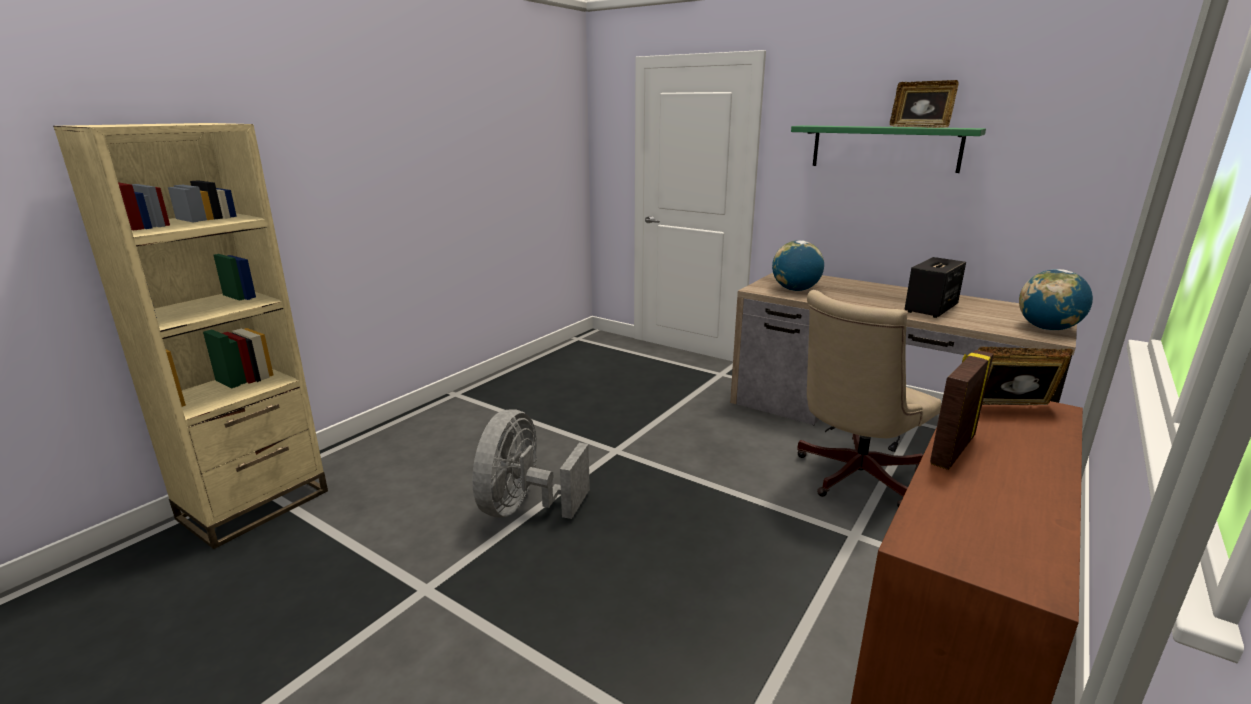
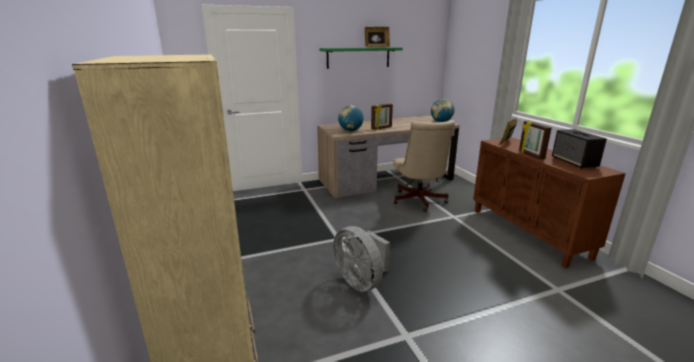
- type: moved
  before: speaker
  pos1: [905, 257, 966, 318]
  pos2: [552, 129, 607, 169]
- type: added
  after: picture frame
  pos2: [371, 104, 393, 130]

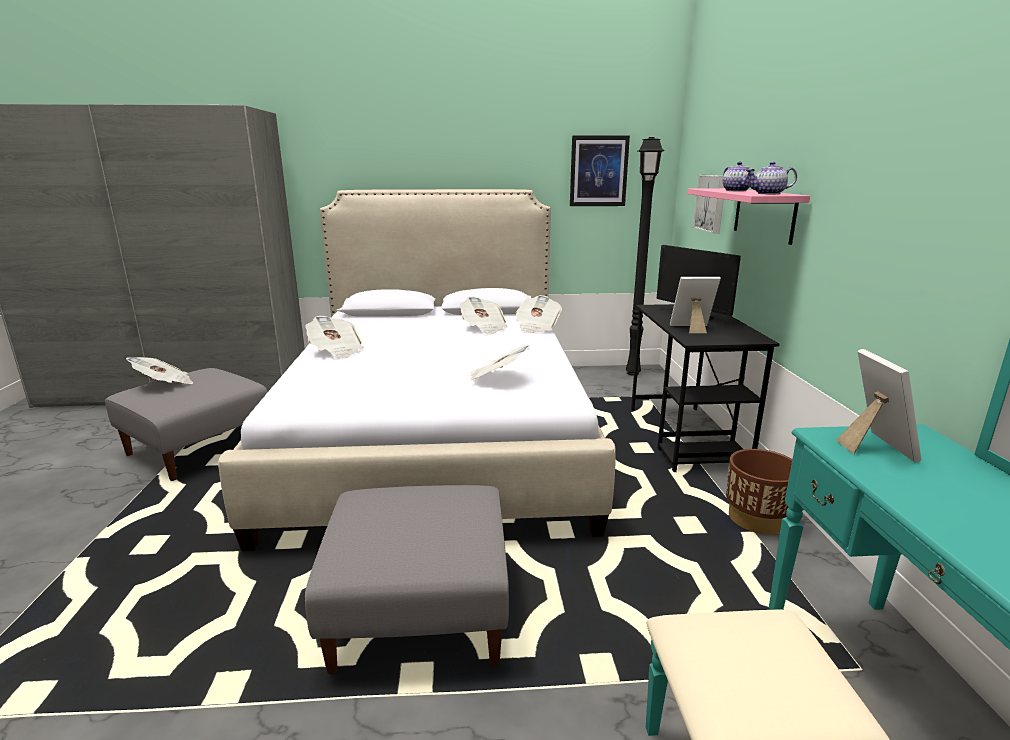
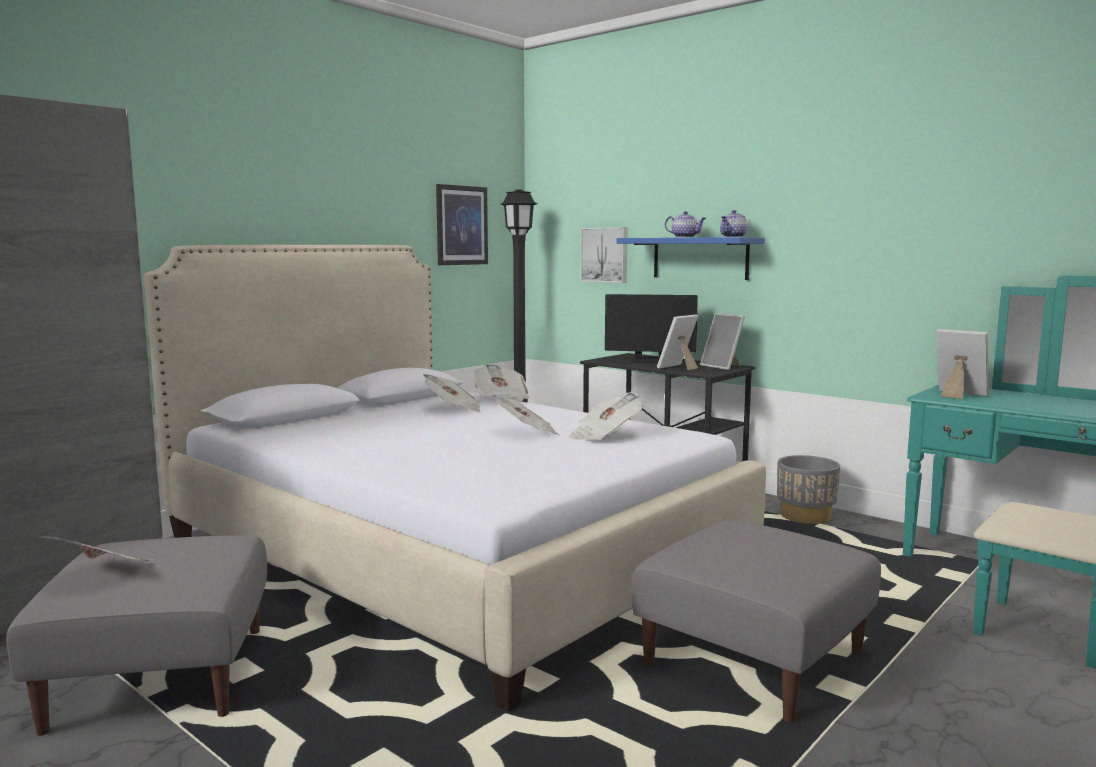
- type: moved
  before: printed paper
  pos1: [305, 316, 364, 359]
  pos2: [490, 394, 559, 435]
- type: recoloured
  before: wall shelf in pinkish
  after: wall shelf in blue
  pos1: [687, 188, 810, 245]
  pos2: [617, 237, 765, 280]
- type: recoloured
  before: planter in brown
  after: planter in grey
  pos1: [726, 449, 792, 534]
  pos2: [777, 455, 840, 524]
- type: added
  after: picture frame
  pos2: [700, 313, 745, 370]

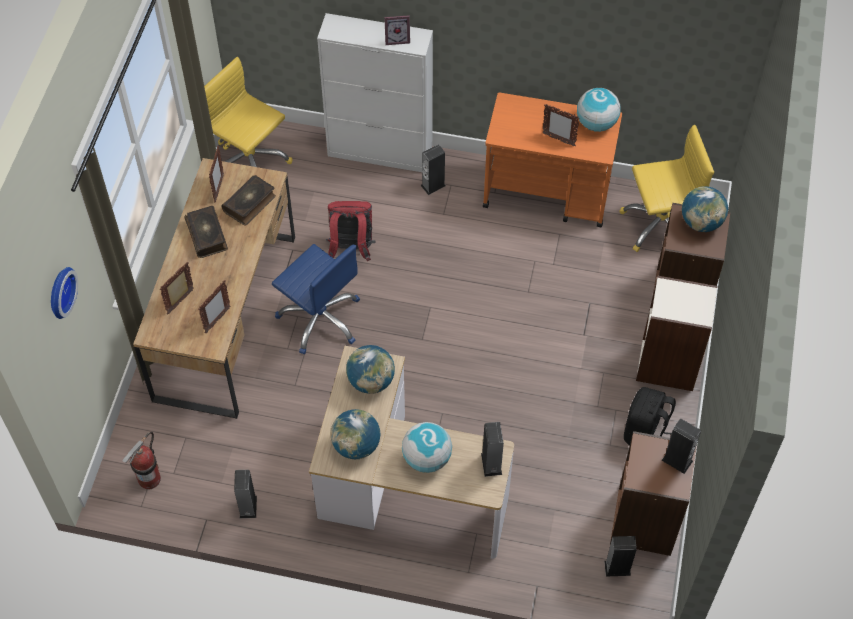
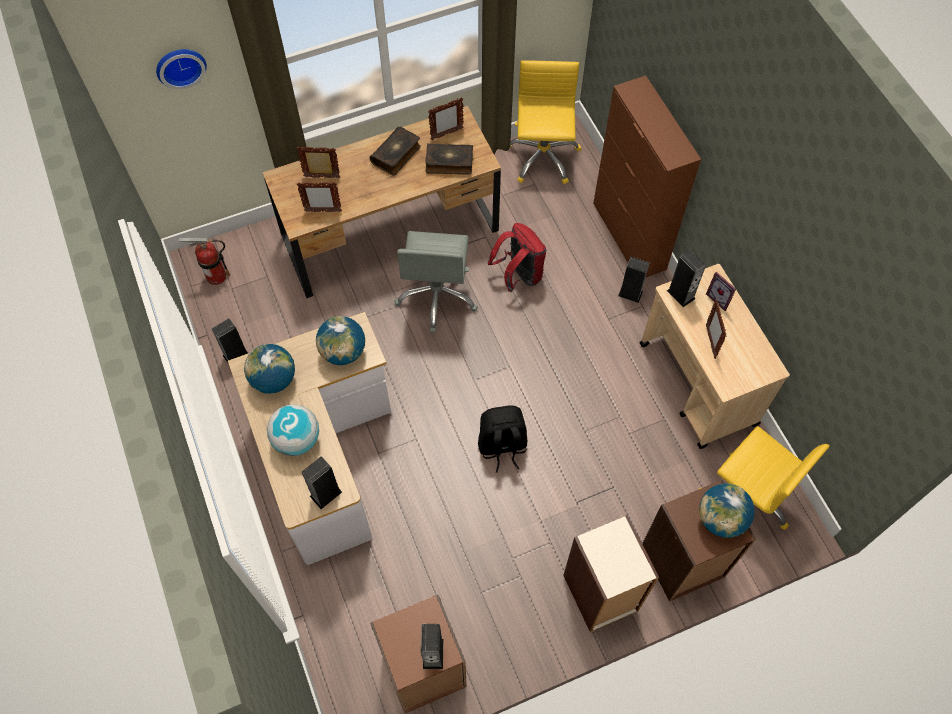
- type: recoloured
  before: office chair in blue
  after: office chair in grey
  pos1: [272, 244, 360, 354]
  pos2: [394, 231, 478, 333]
- type: recoloured
  before: storage cabinet in white
  after: storage cabinet in brown
  pos1: [317, 13, 433, 172]
  pos2: [593, 76, 701, 278]
- type: moved
  before: picture frame
  pos1: [384, 15, 410, 45]
  pos2: [706, 272, 736, 311]
- type: recoloured
  before: trolley in orange-coloured
  after: trolley in beige-coloured
  pos1: [483, 92, 622, 228]
  pos2: [640, 264, 790, 449]
- type: removed
  before: world globe
  pos1: [577, 88, 620, 132]
- type: moved
  before: speaker
  pos1: [604, 536, 637, 576]
  pos2: [667, 250, 706, 307]
- type: moved
  before: rucksack in blackish
  pos1: [624, 387, 676, 446]
  pos2: [478, 405, 527, 473]

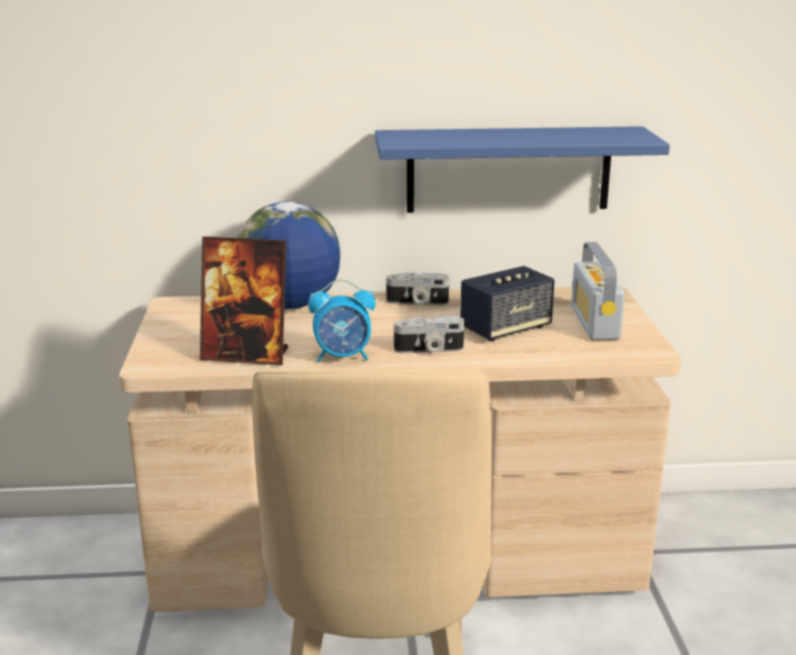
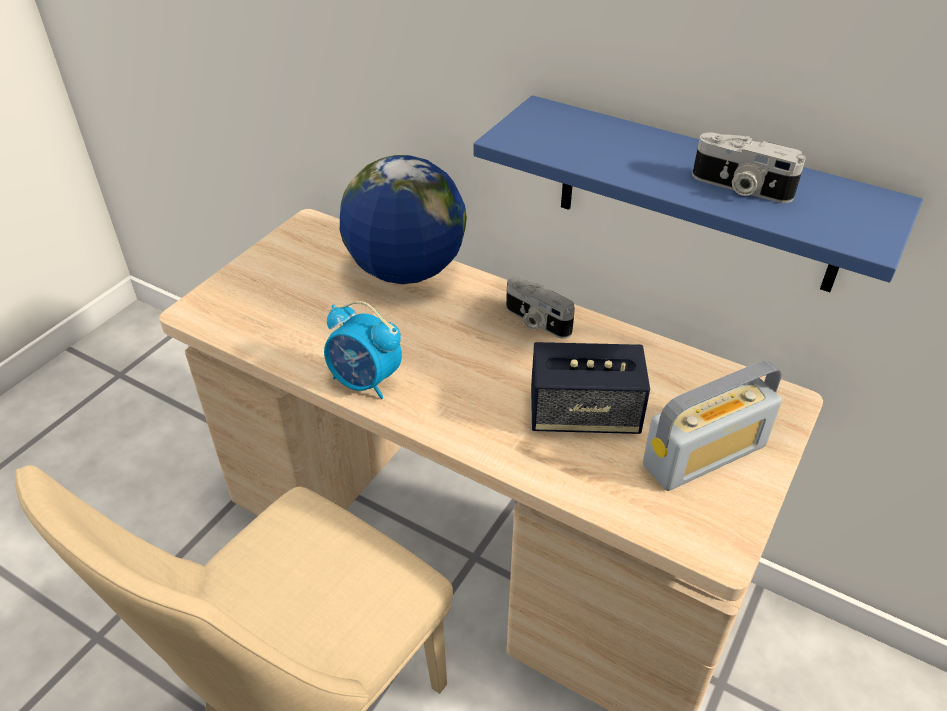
- type: removed
  before: picture frame
  pos1: [200, 236, 288, 365]
- type: moved
  before: still camera
  pos1: [394, 316, 464, 353]
  pos2: [692, 132, 806, 203]
- type: turned
  before: radio set
  pos1: [571, 242, 625, 340]
  pos2: [643, 360, 782, 491]
  turn: -150

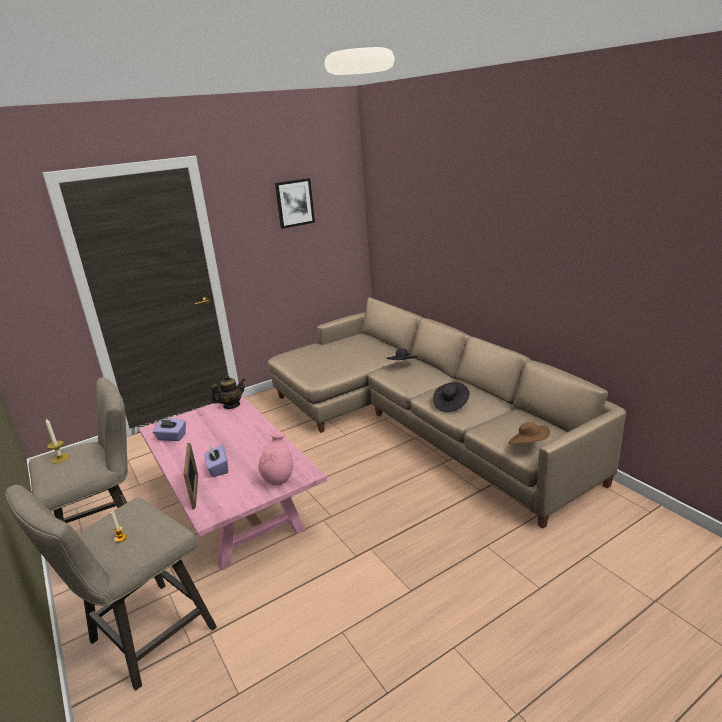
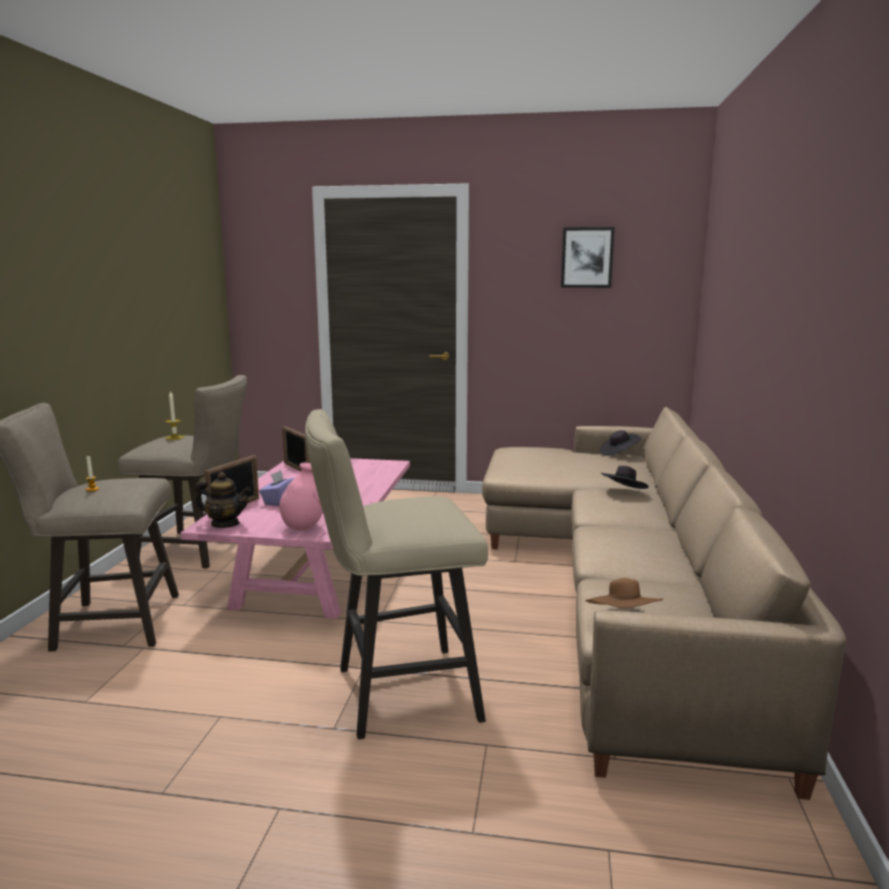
- type: replaced
  before: tissue holder in purplish
  after: picture frame
  pos1: [153, 418, 186, 441]
  pos2: [282, 426, 310, 472]
- type: moved
  before: tea pot
  pos1: [211, 375, 246, 409]
  pos2: [195, 472, 251, 528]
- type: moved
  before: hat in blackish
  pos1: [433, 382, 469, 412]
  pos2: [600, 430, 641, 456]
- type: added
  after: stool seat in beige-coloured
  pos2: [305, 409, 488, 739]

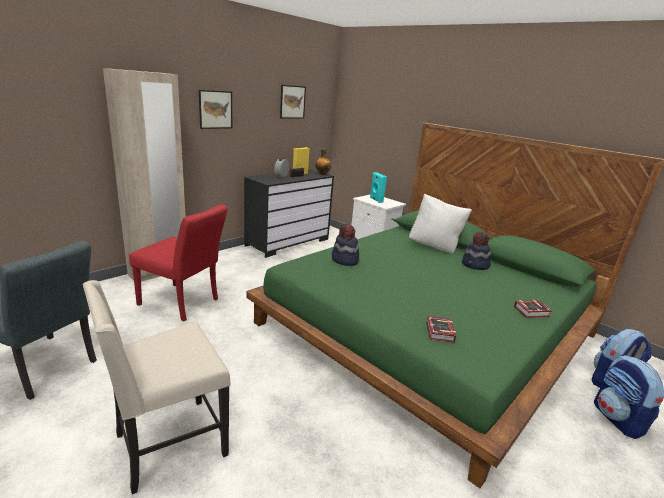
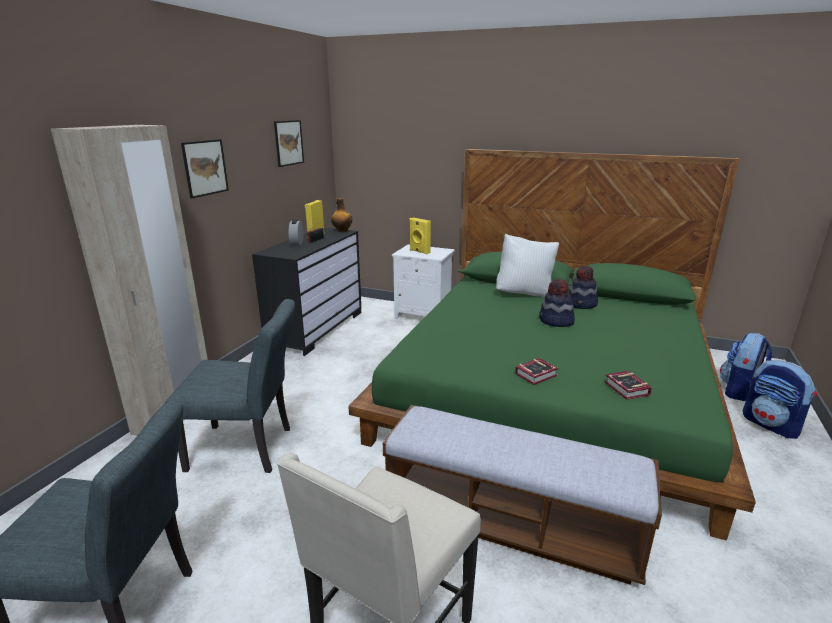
- type: recoloured
  before: plain chair in reddish
  after: plain chair in grey
  pos1: [129, 204, 228, 321]
  pos2: [165, 299, 295, 473]
- type: moved
  before: hat
  pos1: [332, 224, 359, 266]
  pos2: [539, 279, 575, 327]
- type: recoloured
  before: speaker in blue-green
  after: speaker in yellow-coloured
  pos1: [370, 172, 387, 203]
  pos2: [410, 218, 431, 254]
- type: moved
  before: bound book
  pos1: [514, 300, 552, 318]
  pos2: [515, 358, 559, 385]
- type: added
  after: long seat
  pos2: [383, 405, 662, 585]

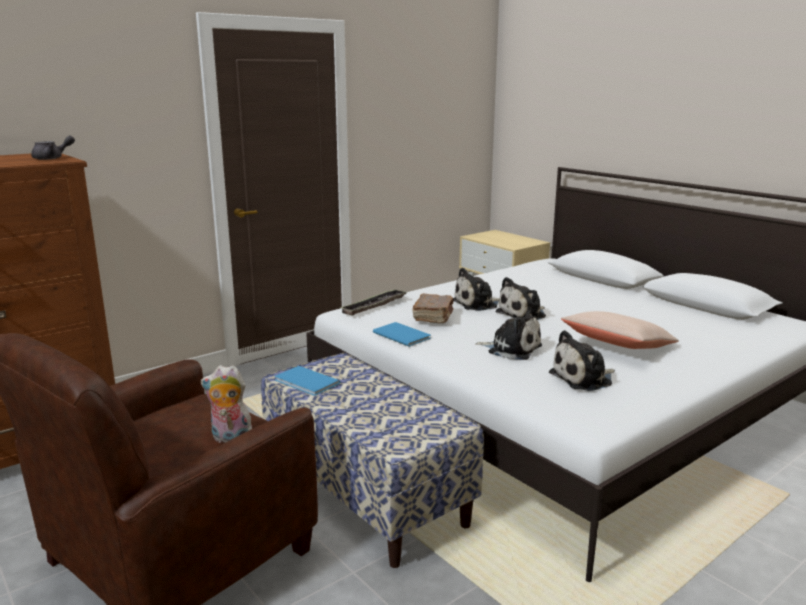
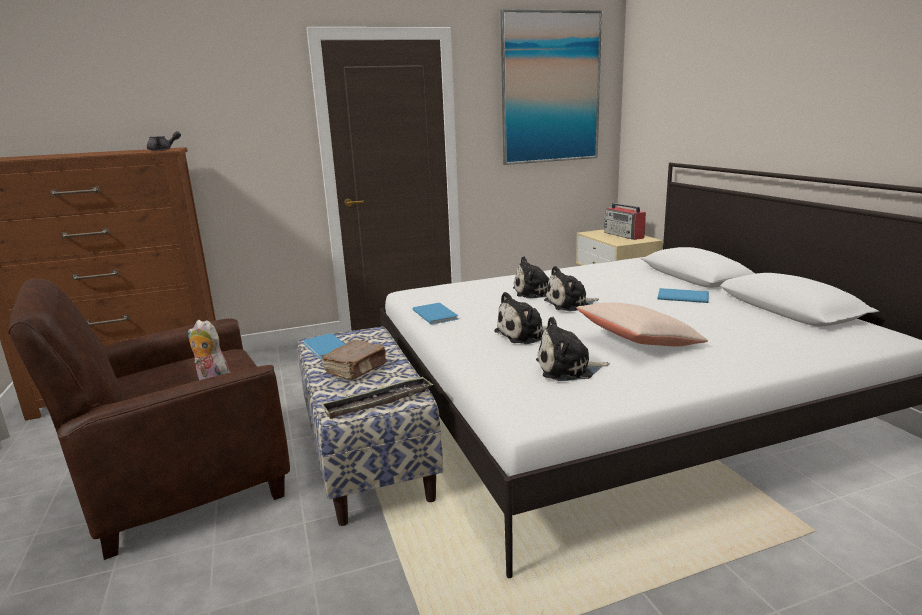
- type: moved
  before: carrying tray
  pos1: [340, 289, 406, 315]
  pos2: [320, 376, 433, 419]
- type: moved
  before: bound book in brown
  pos1: [412, 294, 453, 323]
  pos2: [322, 340, 387, 380]
- type: turned
  before: cuddly toy
  pos1: [475, 310, 542, 360]
  pos2: [494, 292, 548, 344]
  turn: 105
- type: added
  after: wall art
  pos2: [501, 9, 602, 165]
- type: added
  after: radio set
  pos2: [604, 203, 646, 240]
- type: added
  after: bound book in blue
  pos2: [658, 288, 709, 303]

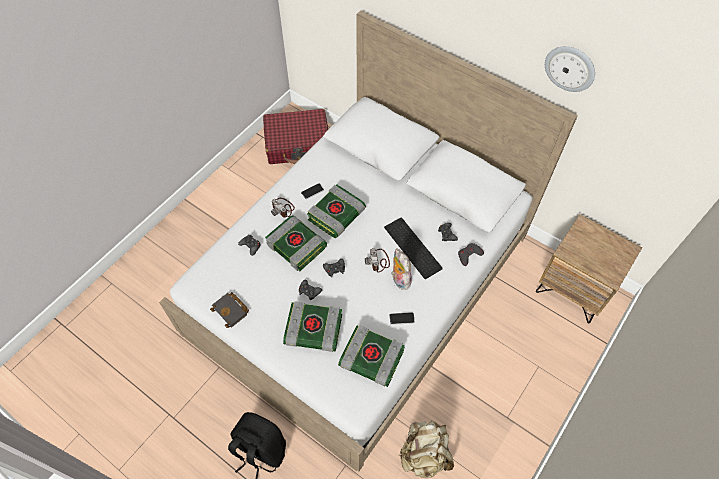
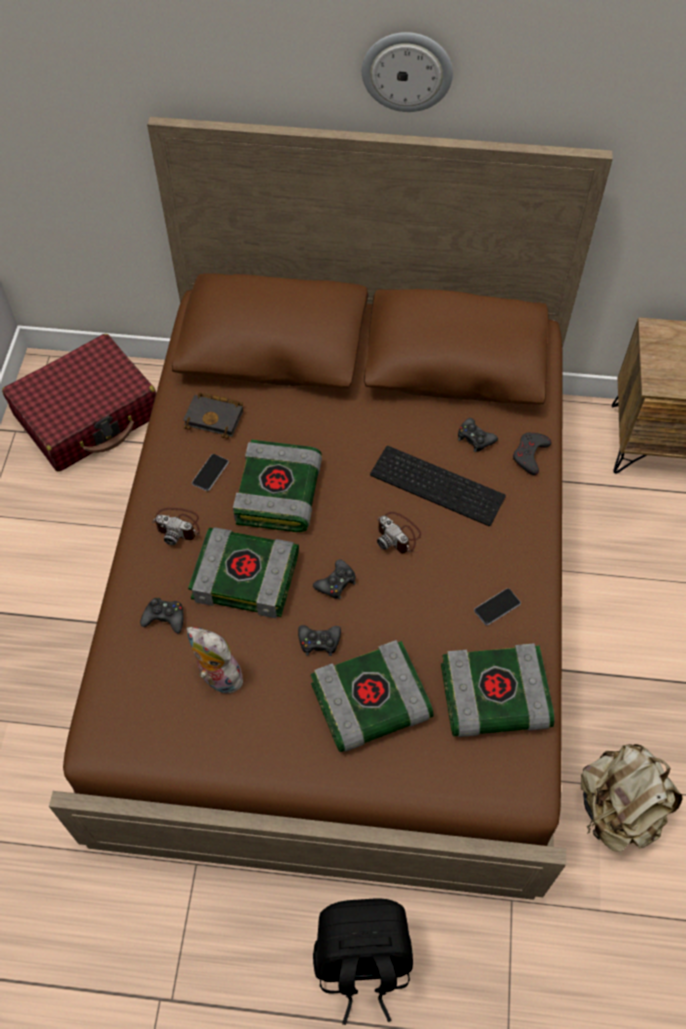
- type: recoloured
  before: bedroom bed in white
  after: bedroom bed in brown
  pos1: [159, 11, 578, 471]
  pos2: [49, 117, 613, 900]
- type: moved
  before: bound book in blackish
  pos1: [210, 292, 249, 328]
  pos2: [183, 392, 243, 439]
- type: moved
  before: cuddly toy
  pos1: [391, 248, 412, 290]
  pos2: [187, 627, 245, 694]
- type: moved
  before: clock on the wall
  pos1: [545, 46, 595, 92]
  pos2: [362, 32, 453, 112]

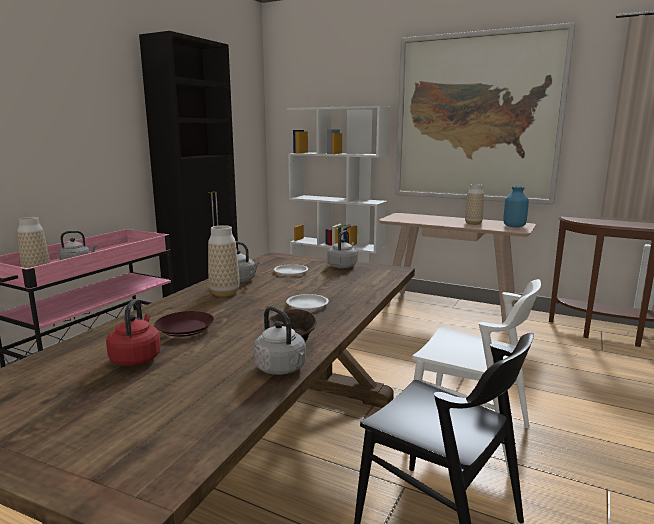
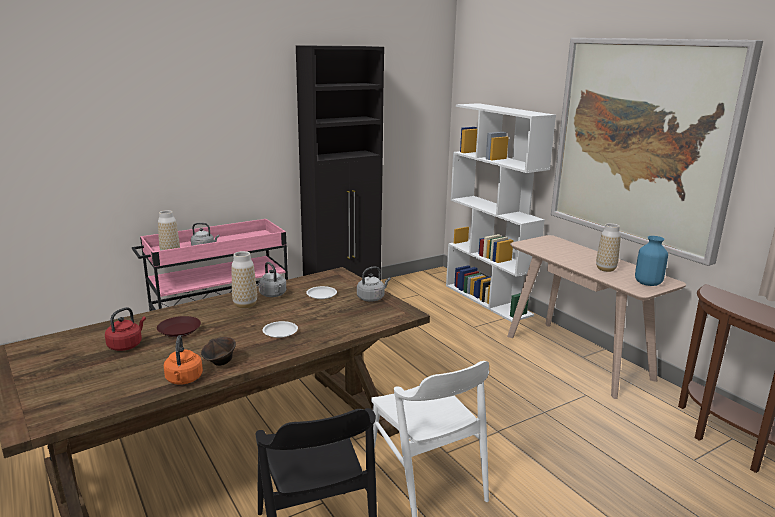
- type: recoloured
  before: water kettle in grey
  after: water kettle in orange-coloured
  pos1: [253, 306, 306, 375]
  pos2: [164, 335, 203, 385]

